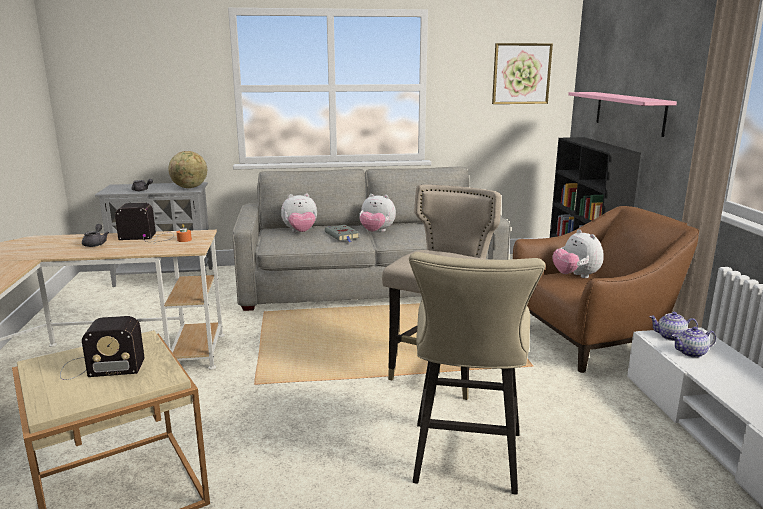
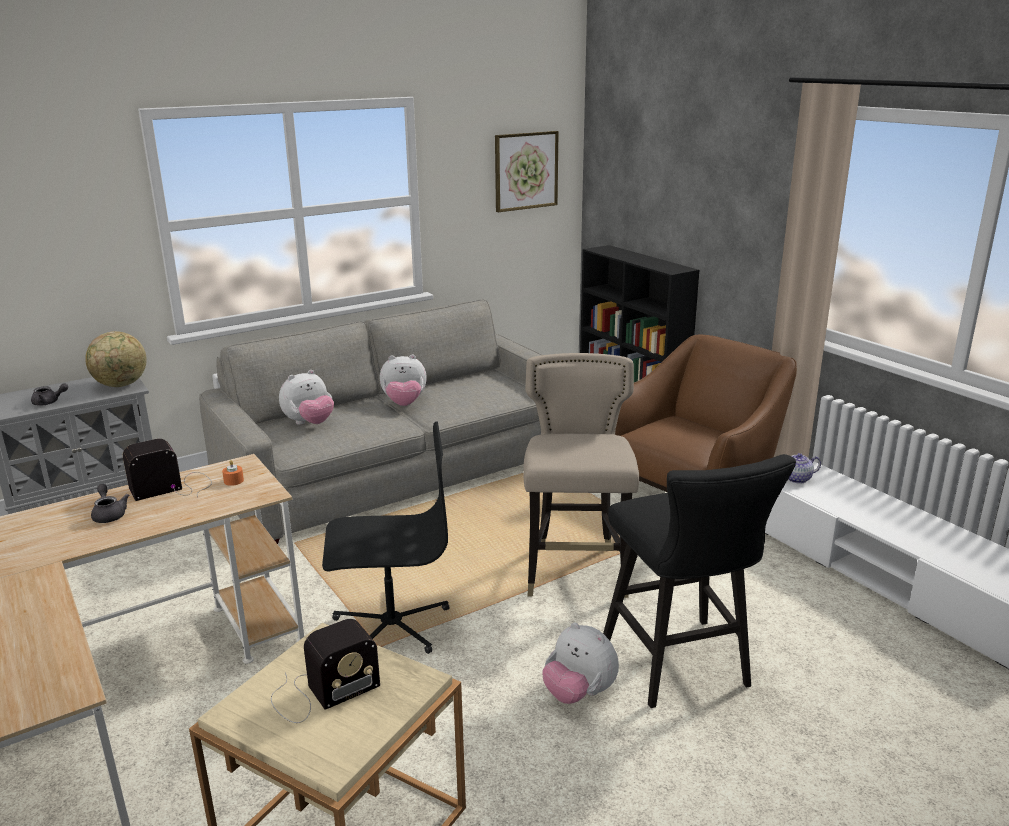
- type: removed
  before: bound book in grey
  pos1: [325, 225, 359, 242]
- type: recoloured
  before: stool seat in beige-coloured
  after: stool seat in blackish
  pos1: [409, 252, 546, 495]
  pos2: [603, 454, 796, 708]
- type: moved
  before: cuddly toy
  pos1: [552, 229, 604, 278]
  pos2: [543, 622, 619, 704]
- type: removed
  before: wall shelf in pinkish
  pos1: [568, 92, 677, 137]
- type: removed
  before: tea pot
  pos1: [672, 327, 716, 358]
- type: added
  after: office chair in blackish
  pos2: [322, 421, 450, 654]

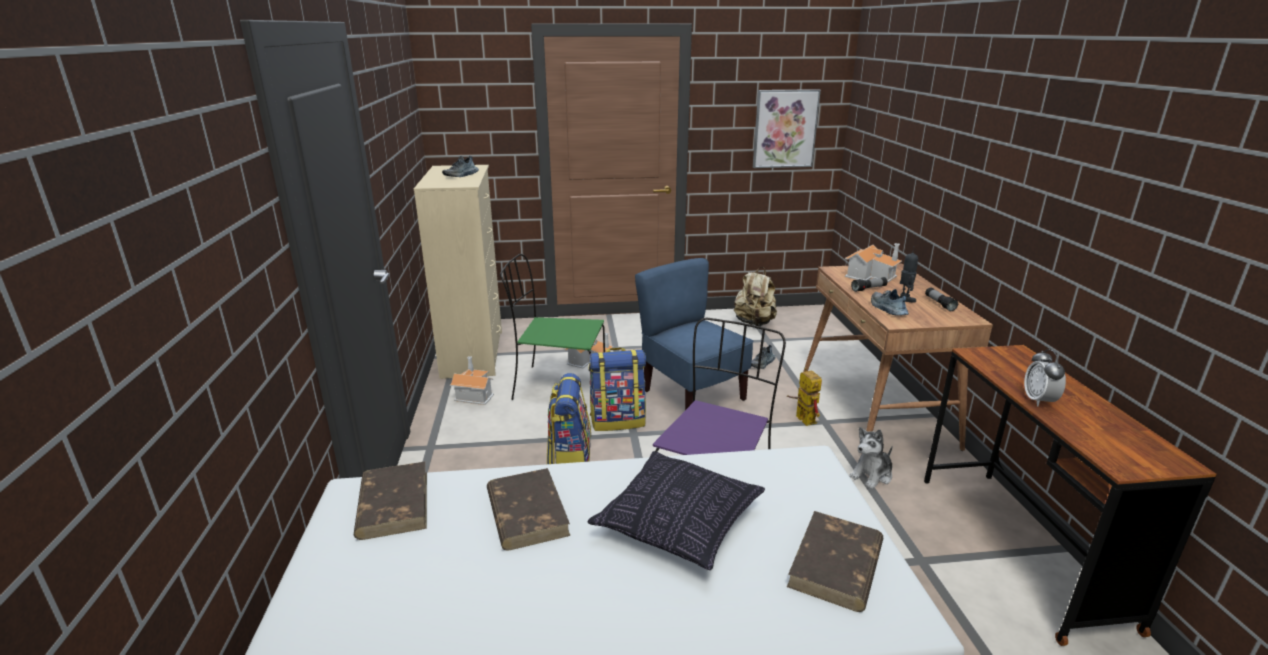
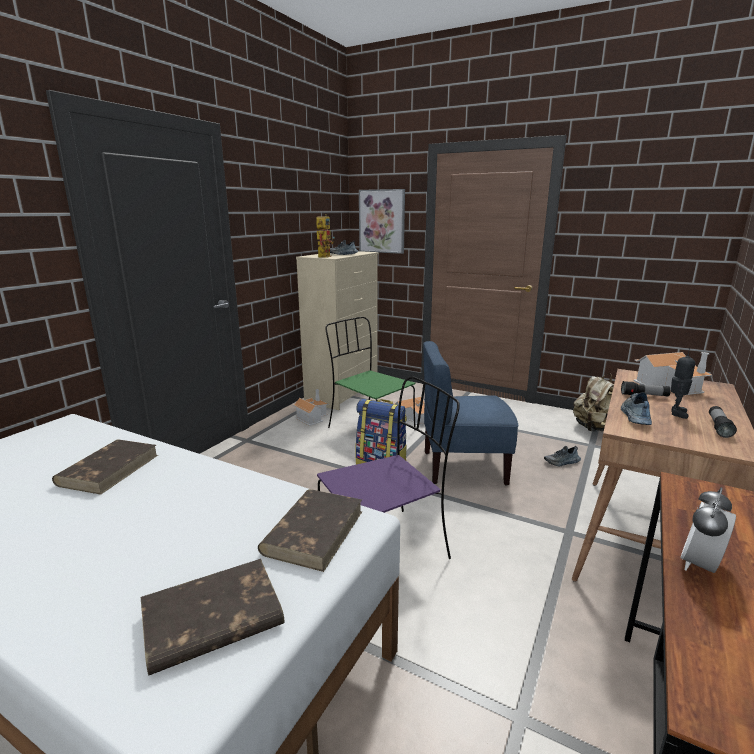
- type: moved
  before: bound book in brown
  pos1: [354, 462, 427, 540]
  pos2: [258, 489, 362, 572]
- type: removed
  before: rucksack
  pos1: [547, 373, 591, 464]
- type: removed
  before: cushion
  pos1: [588, 451, 765, 570]
- type: turned
  before: plain chair in blue
  pos1: [635, 258, 753, 410]
  pos2: [423, 341, 519, 486]
  turn: -90
- type: moved
  before: wall art
  pos1: [753, 89, 821, 168]
  pos2: [359, 189, 405, 254]
- type: moved
  before: toy robot
  pos1: [787, 367, 822, 426]
  pos2: [316, 214, 335, 258]
- type: removed
  before: cuddly toy
  pos1: [849, 427, 893, 489]

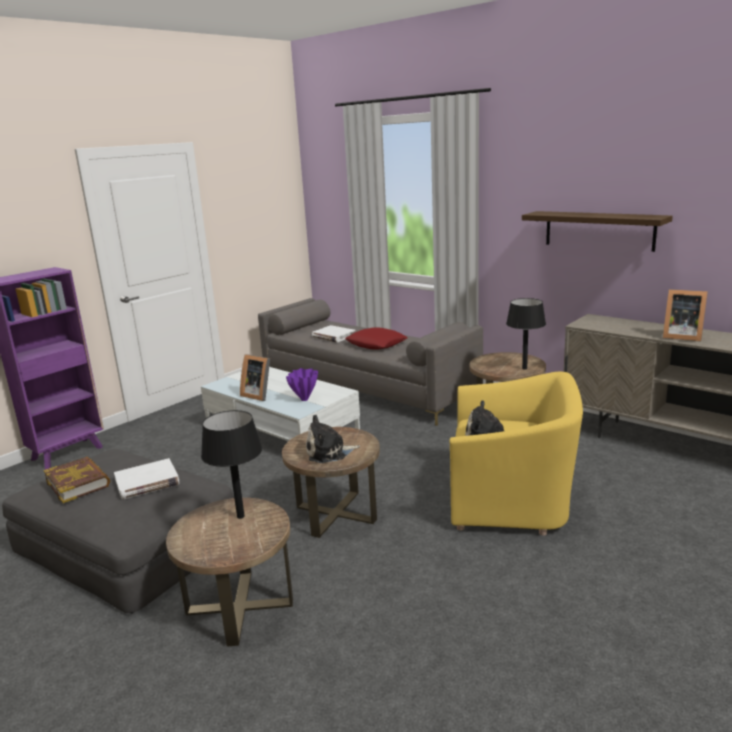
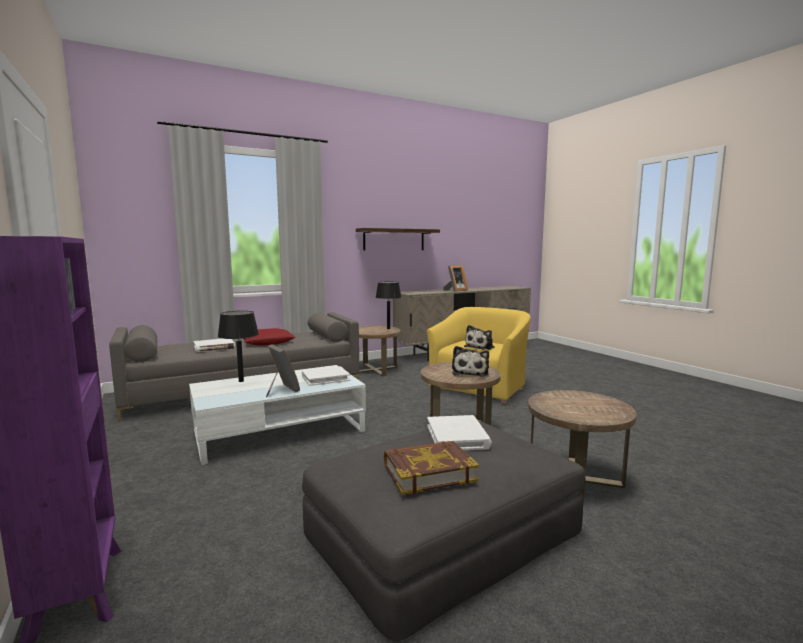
- type: moved
  before: table lamp in blackish
  pos1: [201, 410, 262, 519]
  pos2: [218, 311, 259, 382]
- type: turned
  before: picture frame
  pos1: [240, 354, 270, 401]
  pos2: [266, 344, 300, 397]
  turn: -90
- type: replaced
  before: decorative vase in purplish
  after: bound book in white
  pos1: [286, 368, 318, 401]
  pos2: [302, 366, 350, 386]

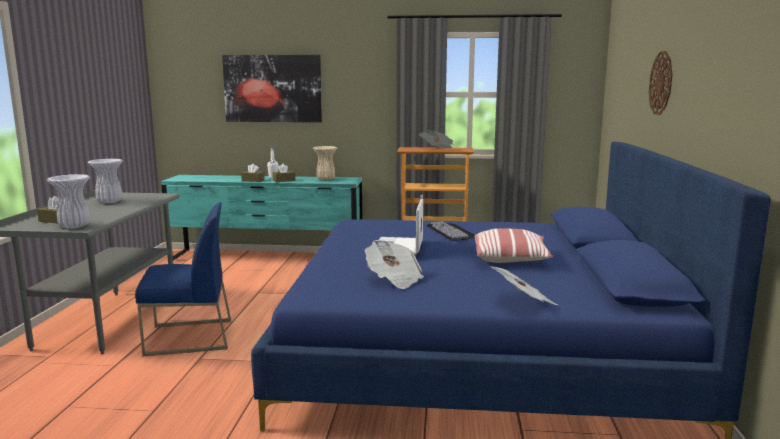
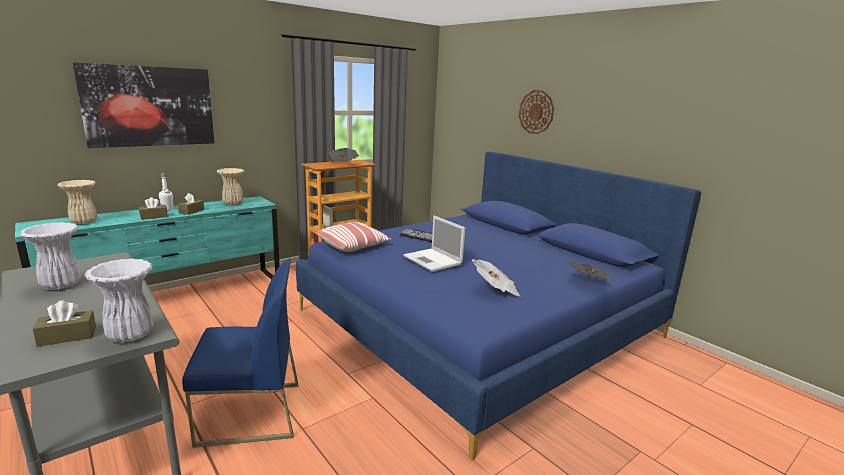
- type: turned
  before: plain chair in blue
  pos1: [135, 202, 231, 356]
  pos2: [182, 259, 299, 448]
  turn: 45
- type: moved
  before: cushion
  pos1: [475, 228, 553, 263]
  pos2: [316, 222, 391, 252]
- type: added
  after: decorative vase in beige-coloured
  pos2: [58, 180, 97, 224]

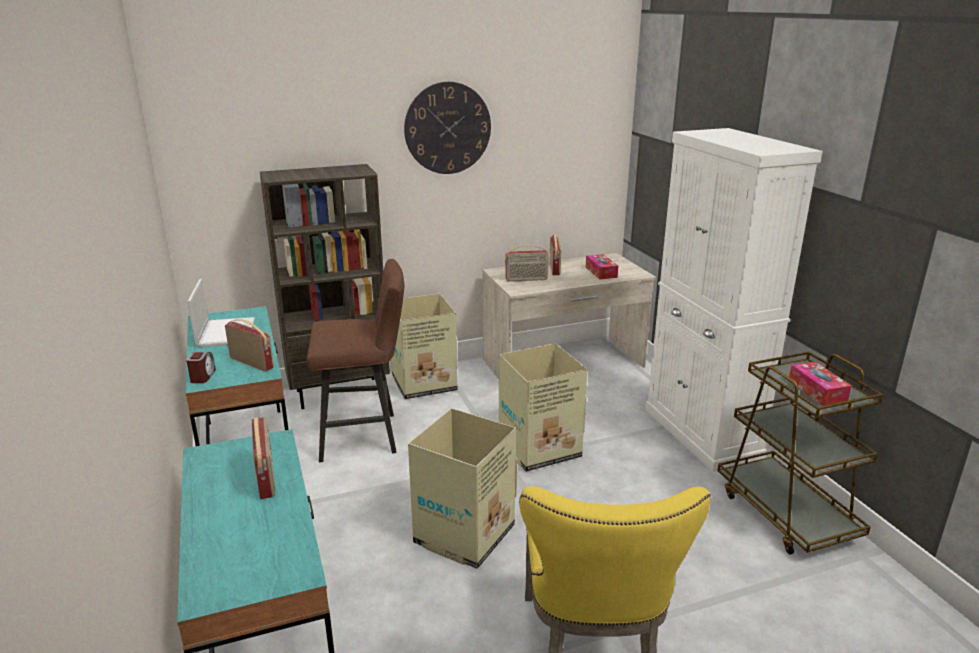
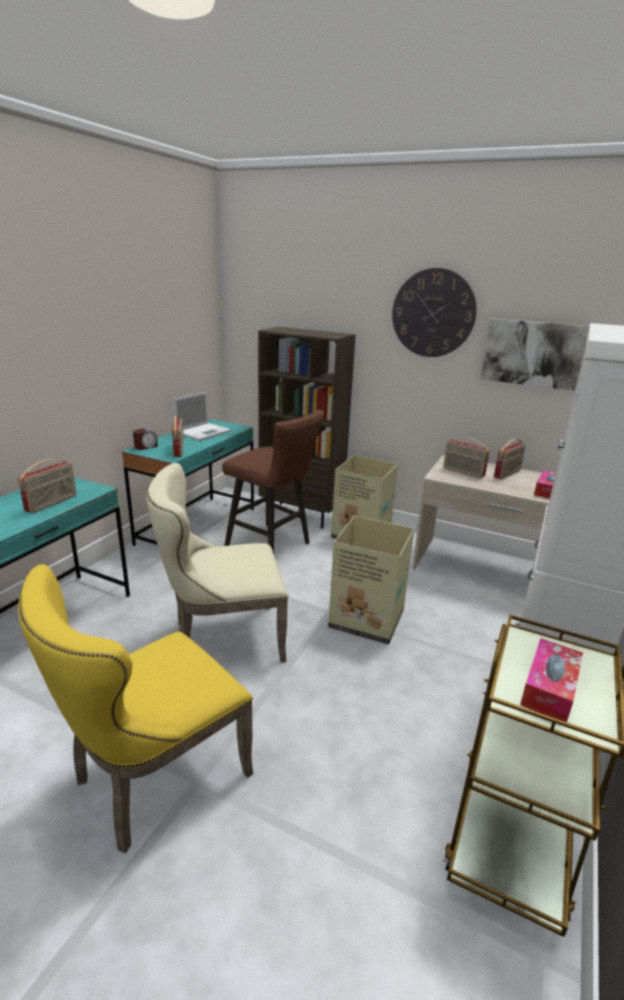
- type: replaced
  before: carton
  after: plain chair in beige-coloured
  pos1: [408, 408, 517, 569]
  pos2: [146, 463, 288, 663]
- type: added
  after: wall art
  pos2: [480, 318, 589, 391]

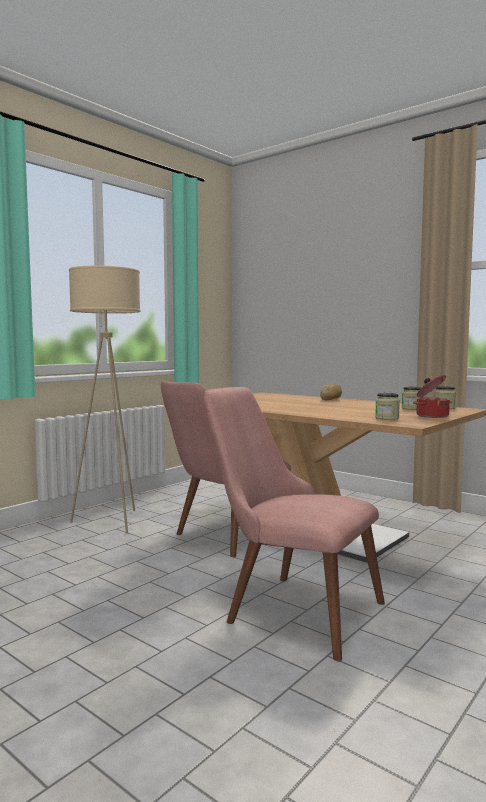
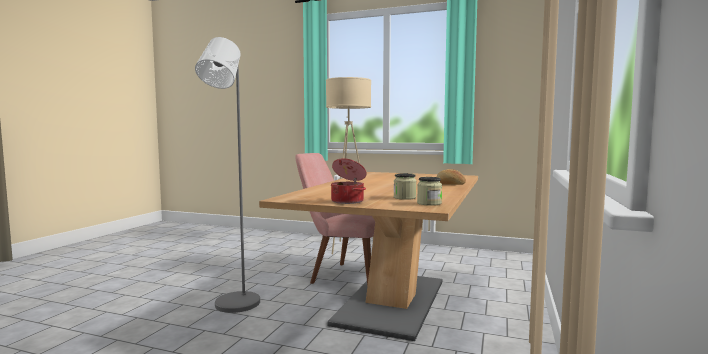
- type: replaced
  before: plain chair in pinkish
  after: standing lamp in grey
  pos1: [203, 387, 385, 661]
  pos2: [195, 37, 260, 313]
- type: removed
  before: jar
  pos1: [375, 393, 400, 420]

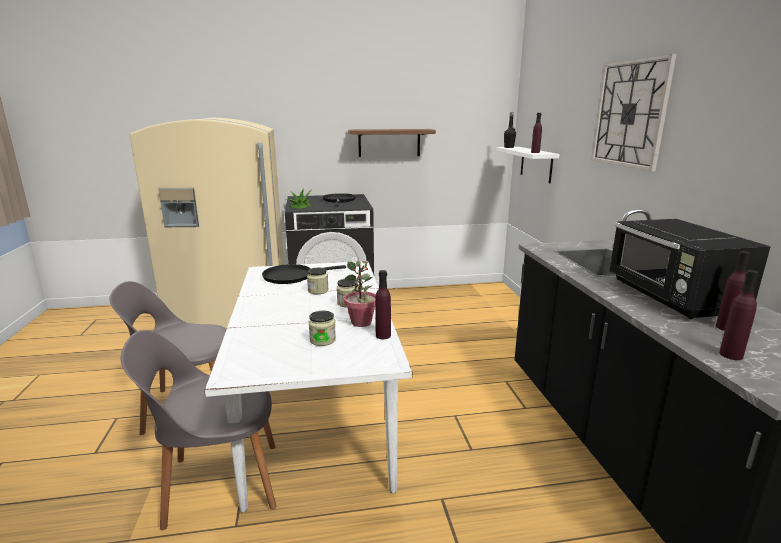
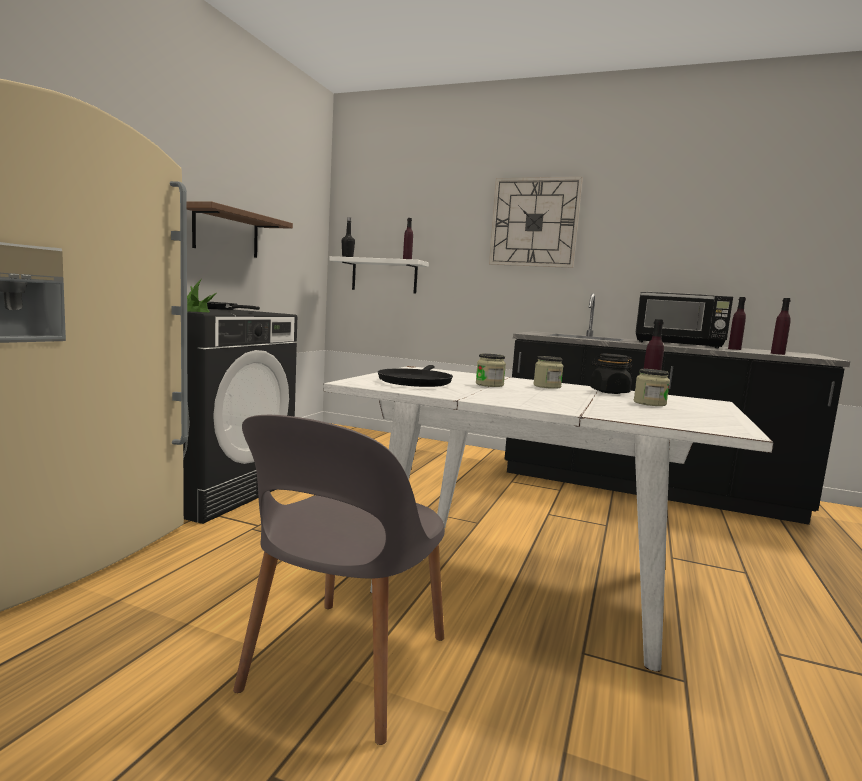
- type: removed
  before: plain chair in grey
  pos1: [121, 330, 276, 530]
- type: replaced
  before: potted plant
  after: jar in blackish
  pos1: [344, 261, 376, 327]
  pos2: [591, 354, 633, 394]

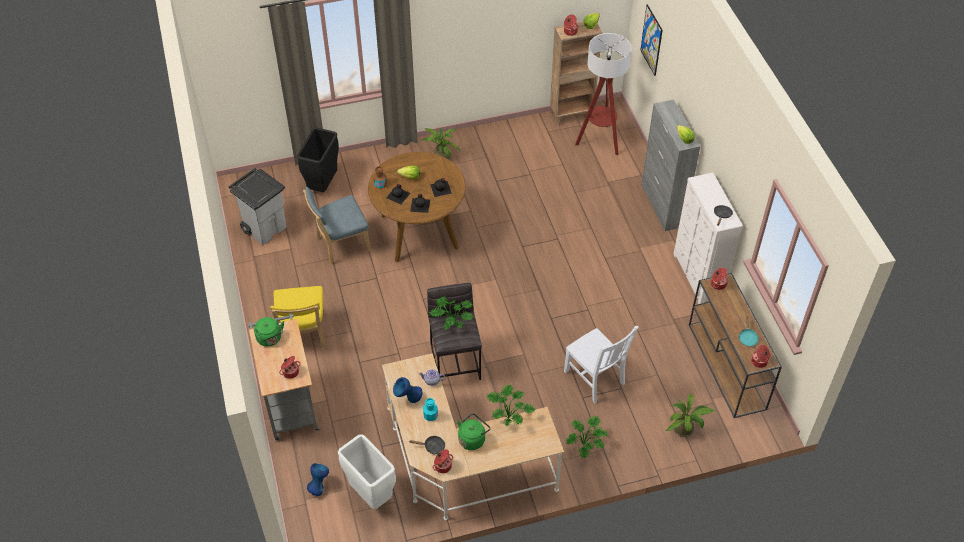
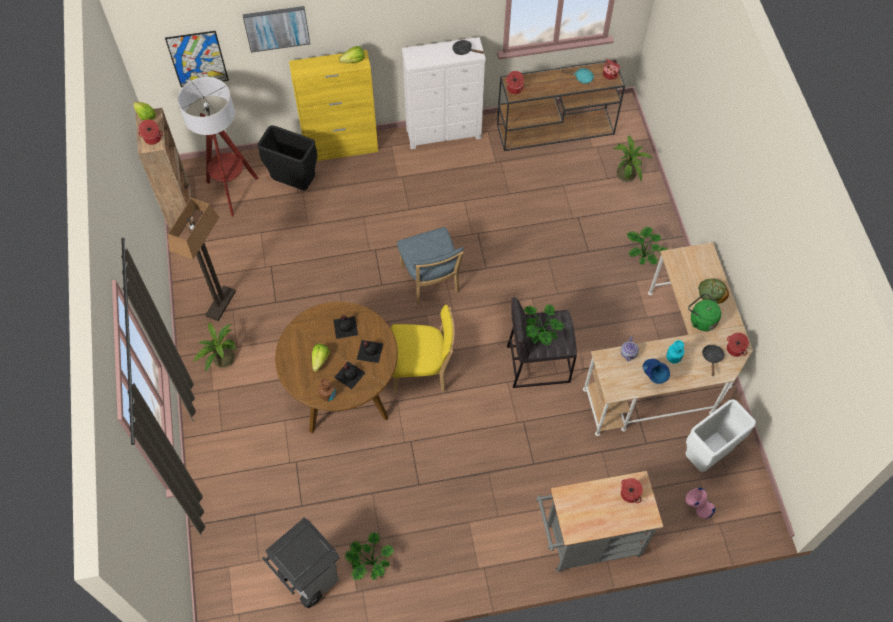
- type: removed
  before: water kettle in greenish
  pos1: [254, 317, 284, 347]
- type: moved
  before: plain chair in yellow-coloured
  pos1: [270, 286, 325, 349]
  pos2: [391, 305, 455, 394]
- type: moved
  before: trash can in blackish
  pos1: [297, 128, 339, 192]
  pos2: [258, 126, 317, 191]
- type: moved
  before: plain chair in blue
  pos1: [303, 187, 371, 264]
  pos2: [397, 227, 464, 305]
- type: recoloured
  before: decorative vase in blue
  after: decorative vase in pinkish
  pos1: [307, 463, 329, 496]
  pos2: [686, 488, 715, 519]
- type: moved
  before: potted plant
  pos1: [487, 384, 535, 426]
  pos2: [345, 532, 393, 581]
- type: removed
  before: plain chair in white
  pos1: [564, 326, 639, 404]
- type: recoloured
  before: storage cabinet in grey
  after: storage cabinet in yellow-coloured
  pos1: [641, 100, 700, 231]
  pos2: [289, 50, 378, 161]
- type: added
  after: standing lamp
  pos2: [168, 198, 236, 321]
- type: added
  after: wall art
  pos2: [243, 6, 310, 53]
- type: added
  after: baked bread
  pos2: [698, 278, 729, 304]

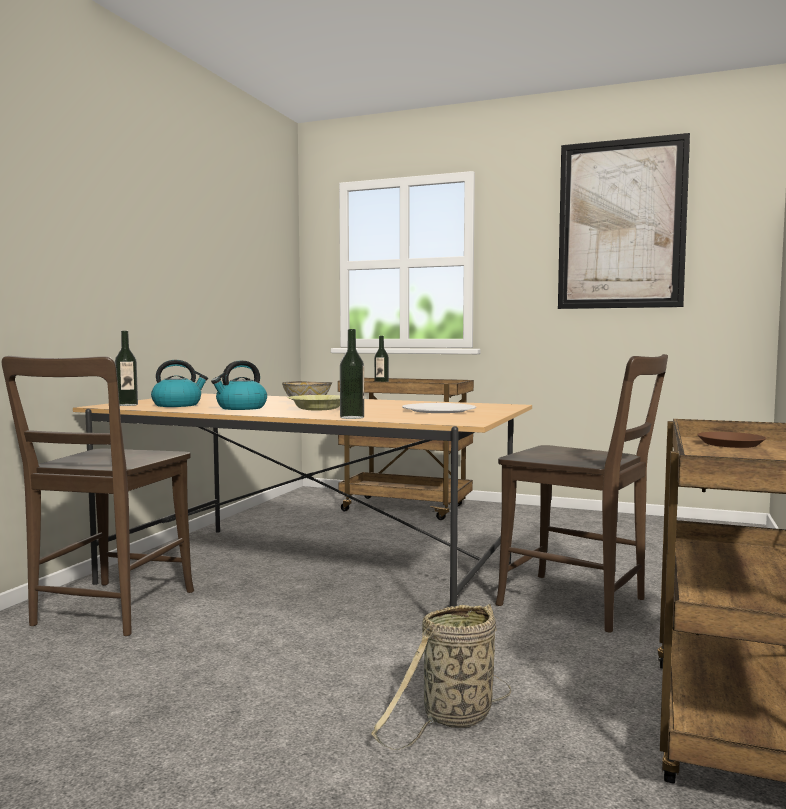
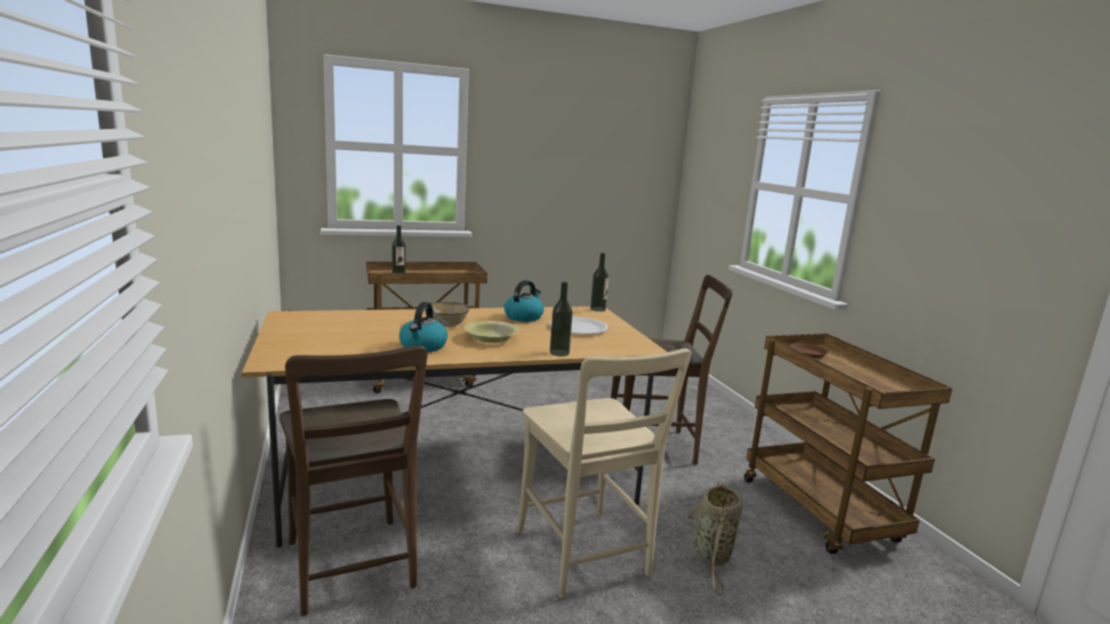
- type: moved
  before: drink bottle
  pos1: [115, 331, 138, 406]
  pos2: [590, 253, 609, 312]
- type: moved
  before: water kettle
  pos1: [151, 360, 208, 407]
  pos2: [504, 280, 544, 322]
- type: removed
  before: wall art
  pos1: [558, 133, 690, 309]
- type: added
  after: plain chair in beige-coloured
  pos2: [516, 348, 691, 598]

